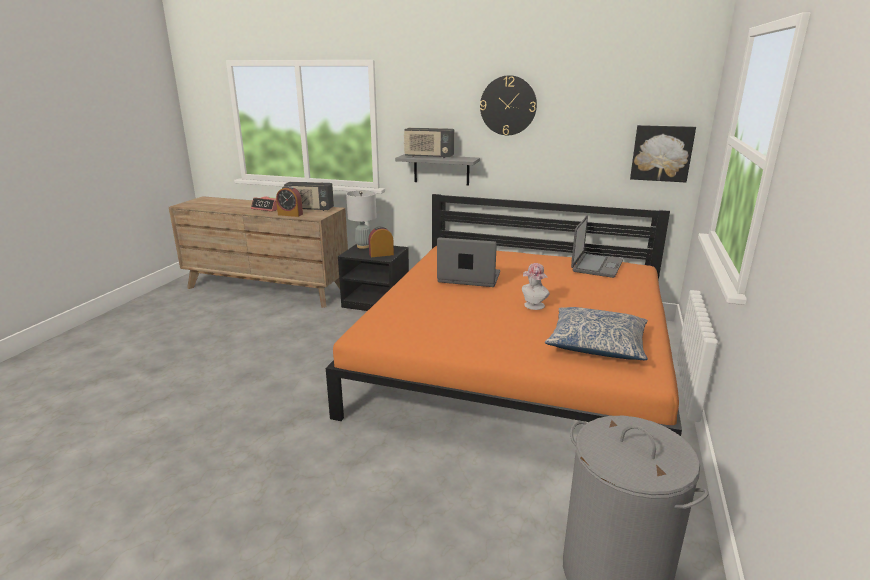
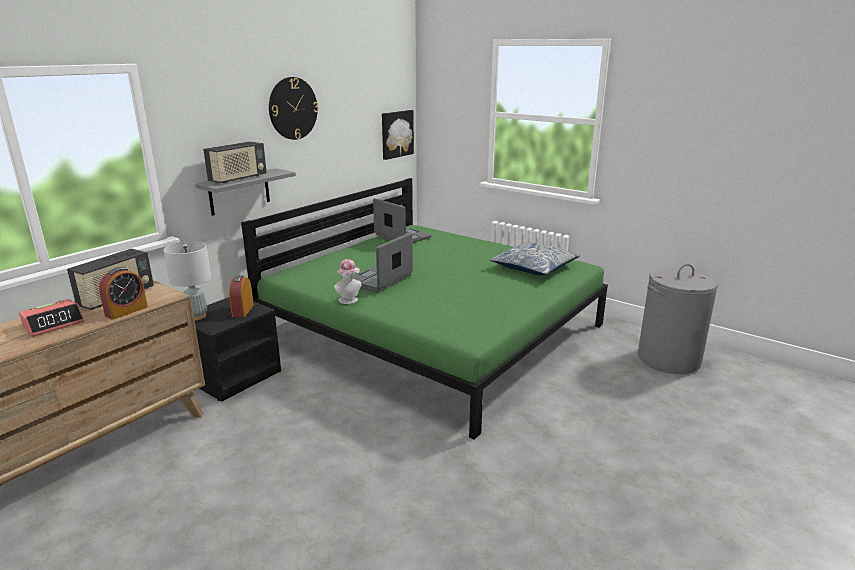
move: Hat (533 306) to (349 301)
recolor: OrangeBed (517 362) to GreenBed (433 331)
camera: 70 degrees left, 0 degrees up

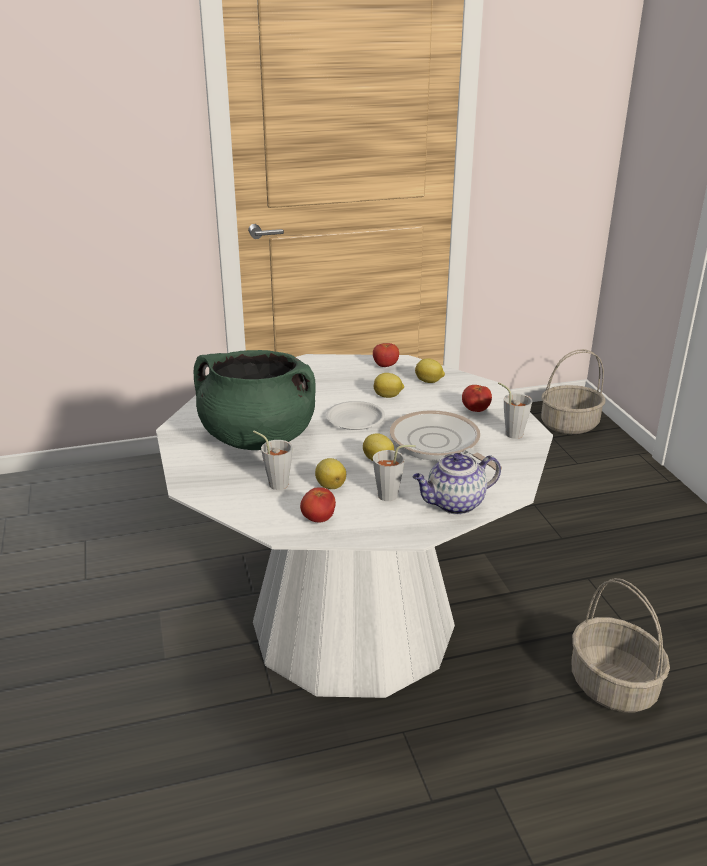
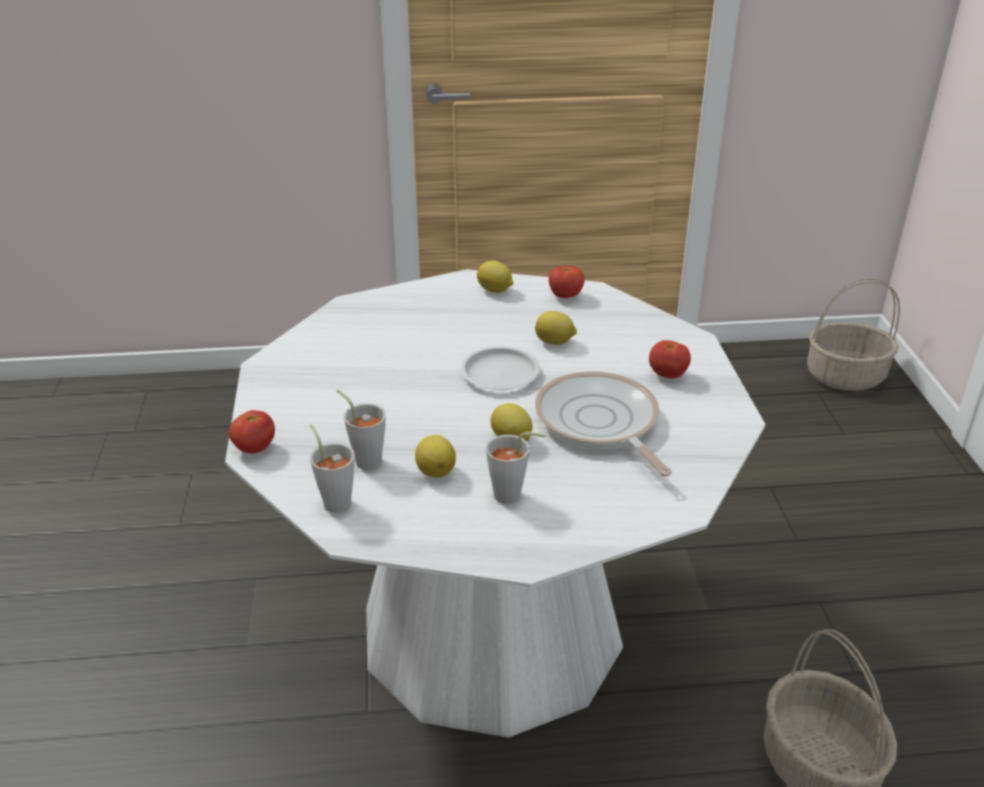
delete: GreenCookingPot (257 438); Teapot (454 504)
move: Tomato (318 519) to (254 449); Lemon (429 381) to (495 290); GreyCup (511 432) to (335 499)
camera: 10 degrees right, 5 degrees up

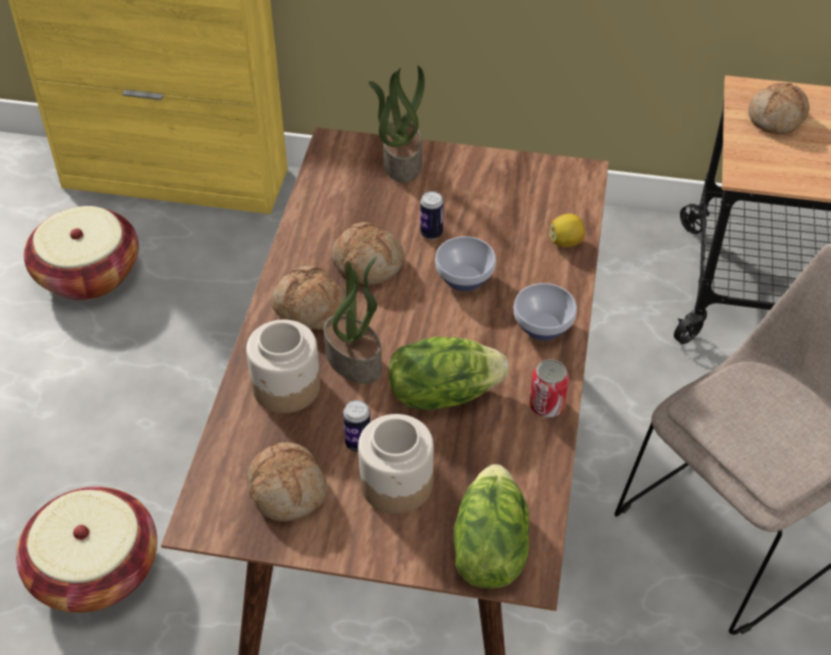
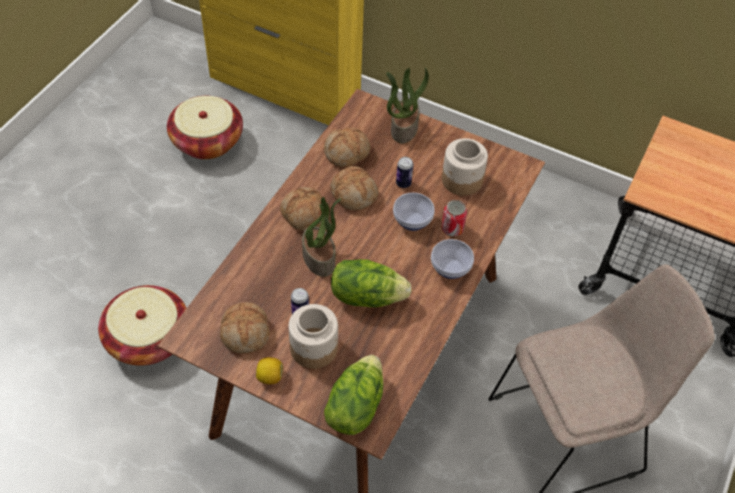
move: Jar (286 387) to (462 180); Can (547 405) to (452 228); Lemon (566 242) to (270 377); Bread (777 118) to (347 153)
camera: 15 degrees right, 5 degrees up

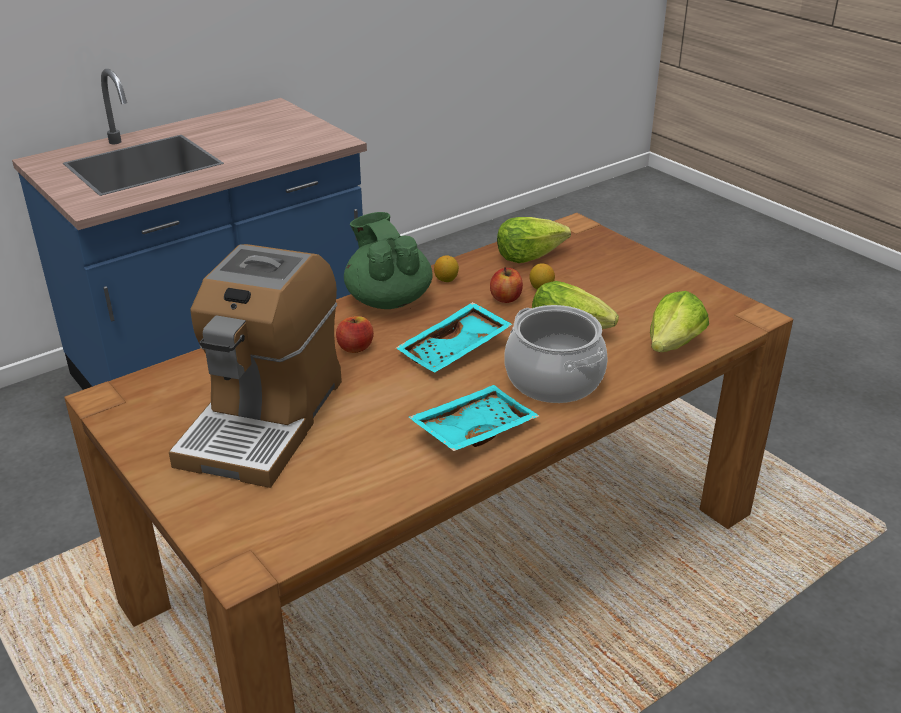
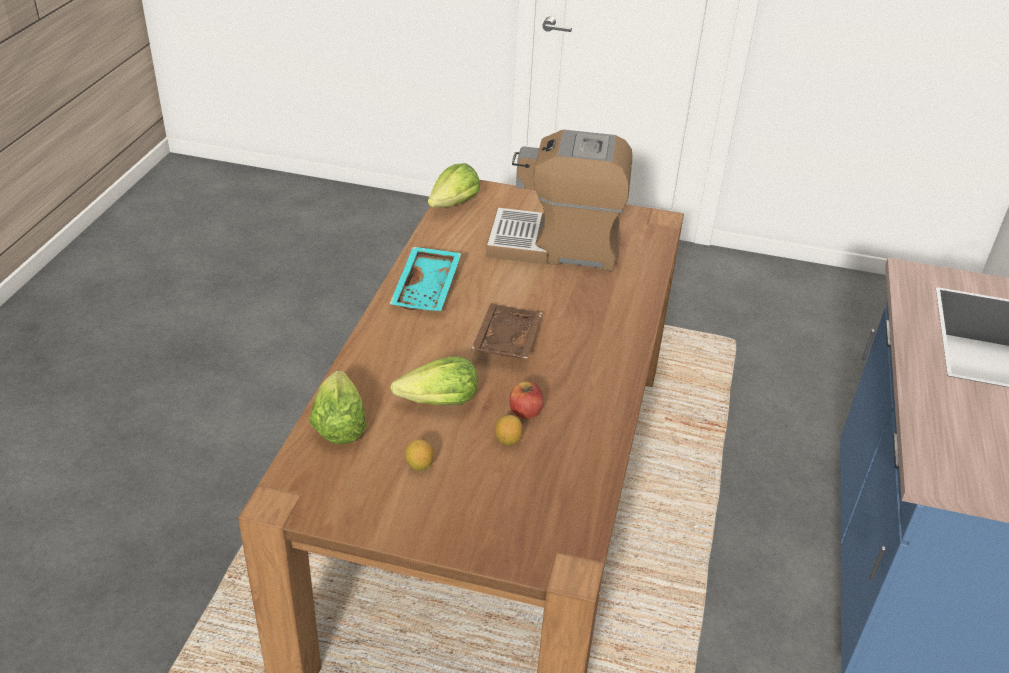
delete: Apple (355 347); GreenTeapot (388 299); CookingPot (554 379)
move: Lemon (446 280) to (419 465); Lettuce (529 256) to (454 204)
recolor: TurquoiseTray (455 350) to BrownTray (505 341)
rotate: CoffeeMachine (264 420) = (557 245) 60 degrees counterclockwise
camera: 140 degrees right, 5 degrees up

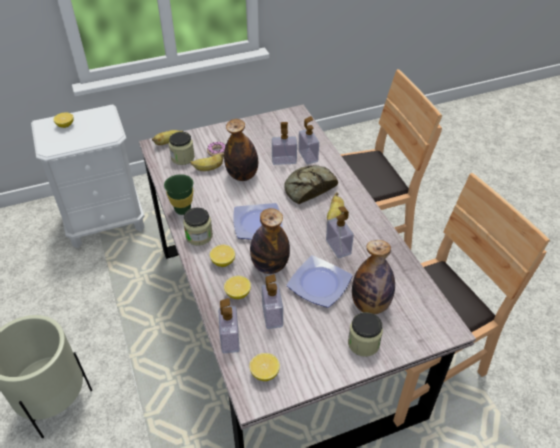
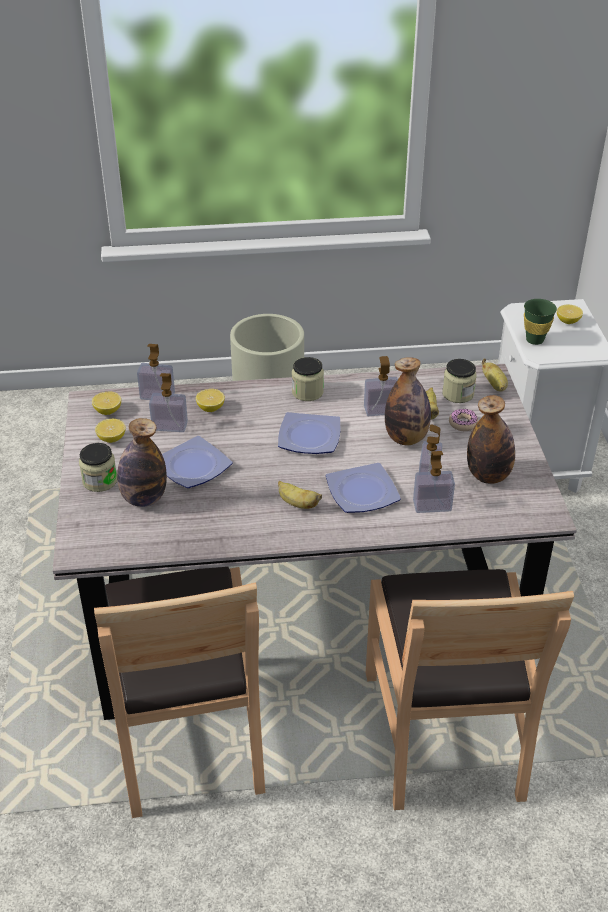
move: GreenCup (182 209) to (534 340); Lemon (223 262) to (112 439); Bottle (270 266) to (488 475); SoapDispenser (338 247) to (381 410)
replace: Bread (308 188) to Plate (361 492)
camera: 105 degrees right, 5 degrees down

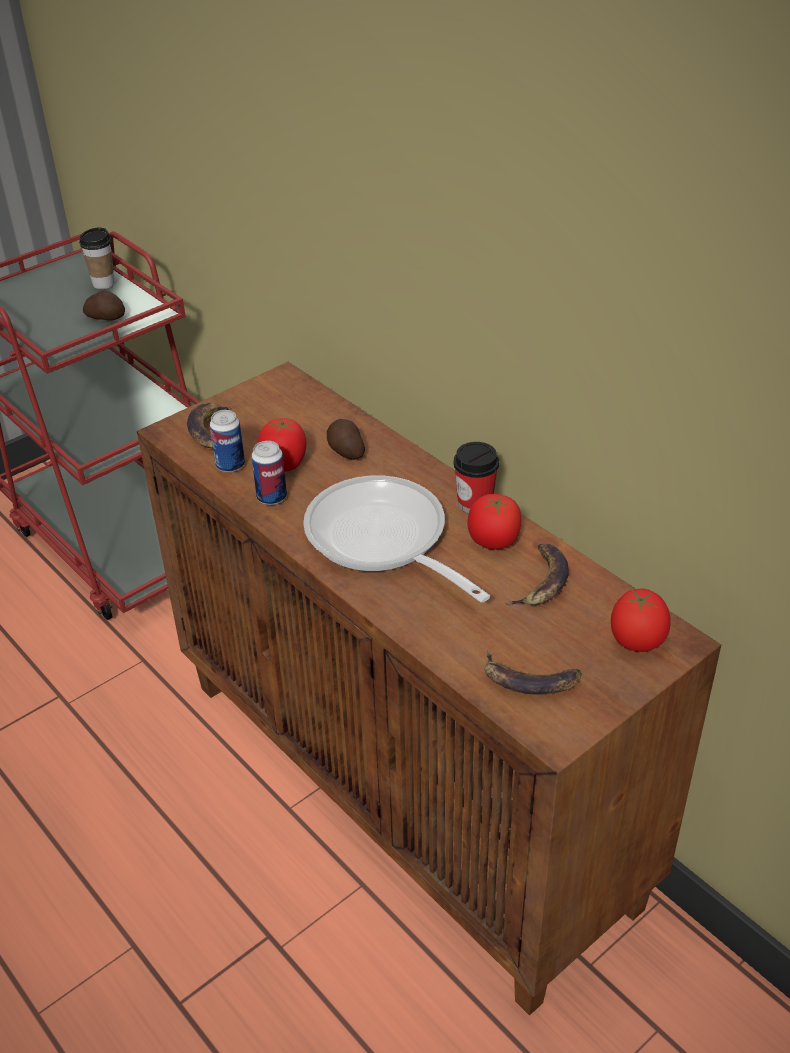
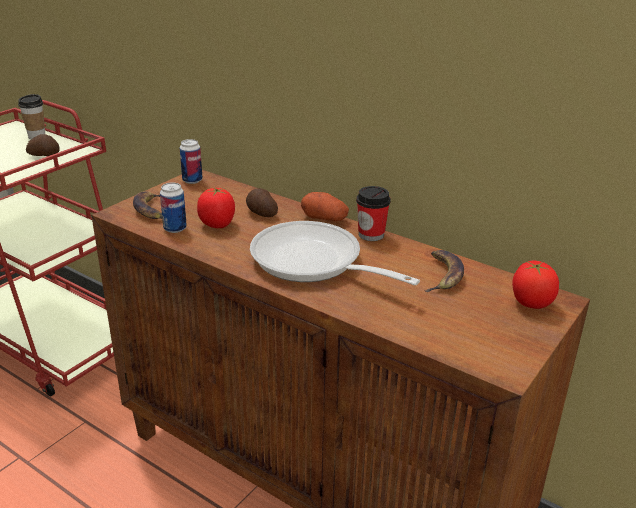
delete: Tomato (493 541); Banana (530 680)
insert: Potato (324 218)
move: Can (271 497) to (192 180)
camera: 15 degrees left, 10 degrees down

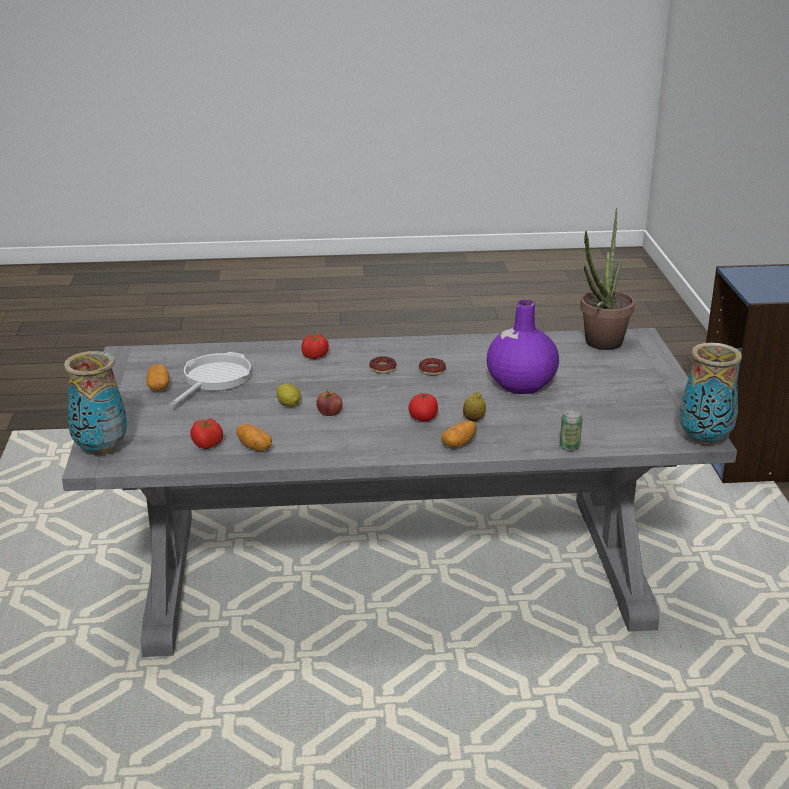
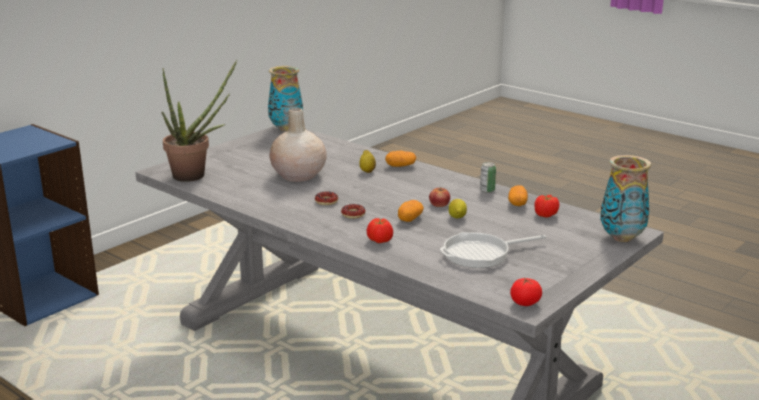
move: Potato (158 386) to (410 219); Tomato (423 418) to (525 303); Can (569 447) to (487 190)
recolor: PurpleVase (521 384) to BeigeVase (298 176)
camera: 135 degrees left, 5 degrees down

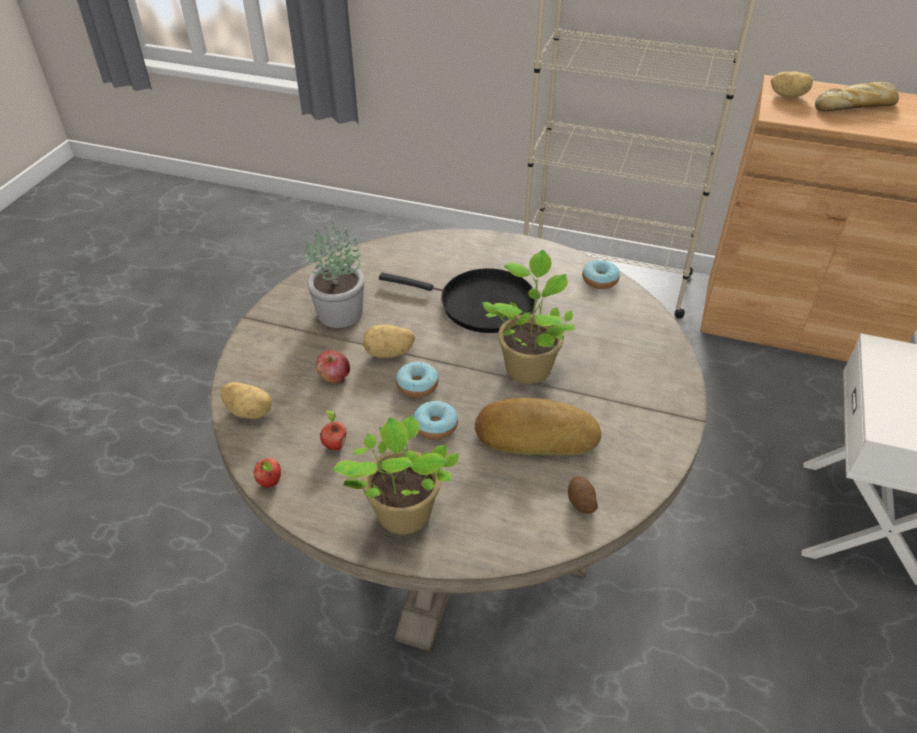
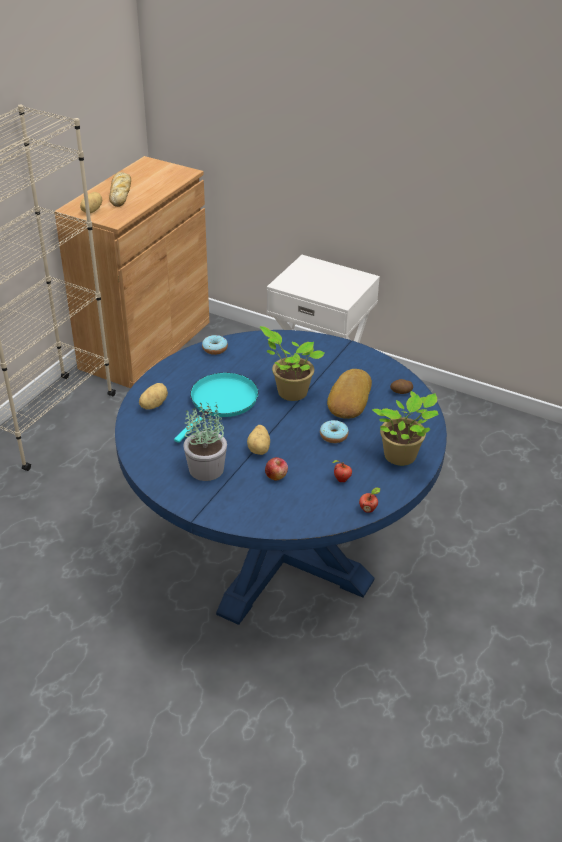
delete: Donut (417 385)
move: Potato (249 411) to (153 405)
recolor: BeigeDiningTable (458 528) to BlueDiningTable (278 551); BlackFryingPan (480 305) to TurquoiseFryingPan (221 402)
camera: 80 degrees left, 5 degrees down

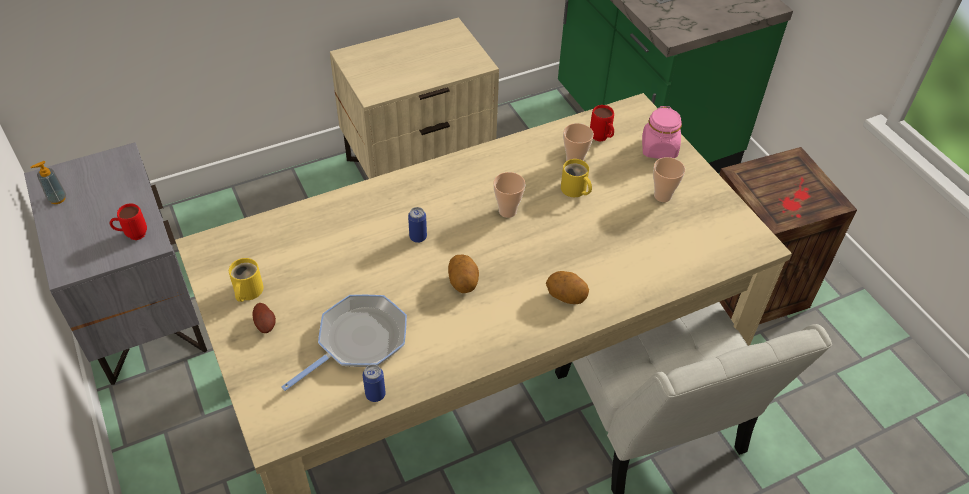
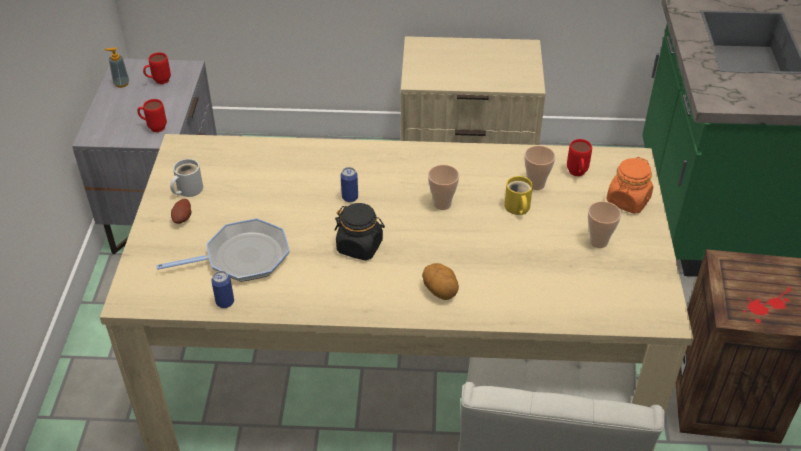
insert: RedMug (158 82)
replace: Potato (463 283) to BlackJar (360 246)
recolor: YellowMug (247 291) to WhiteMug (187 189); PinkJar (659 149) to OrangeJar (628 201)
camera: 30 degrees right, 5 degrees down

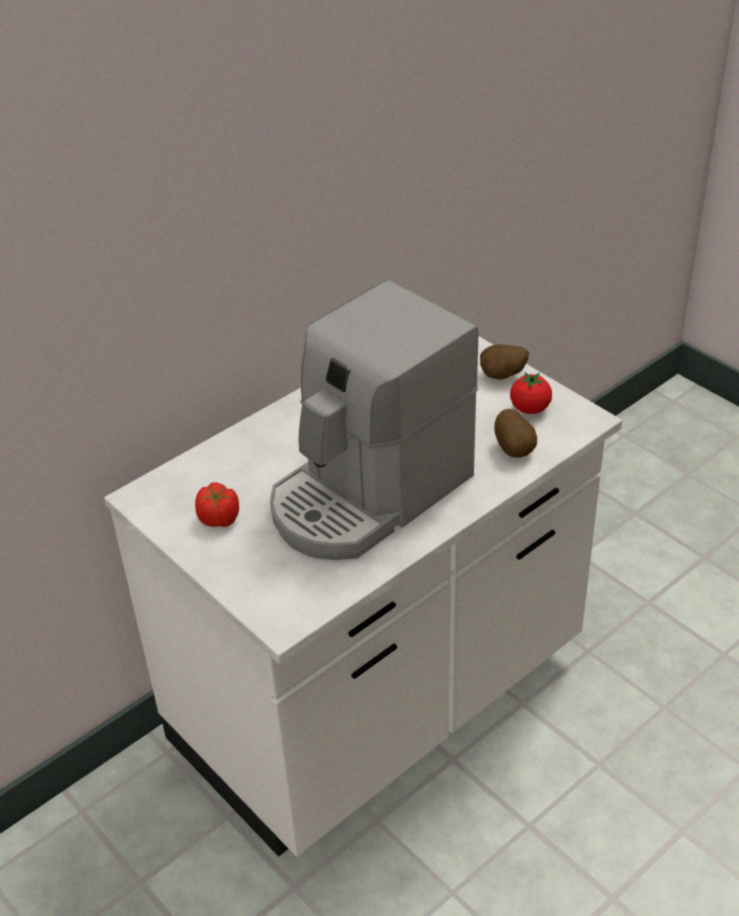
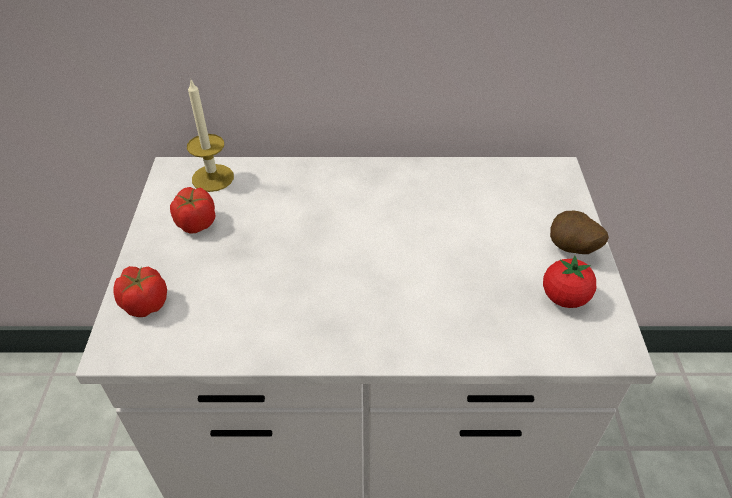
delete: CoffeeMachine (368 495); Potato (515 449)
insert: Tomato (145 303); Candle (212 178)
camera: 40 degrees right, 5 degrees up

